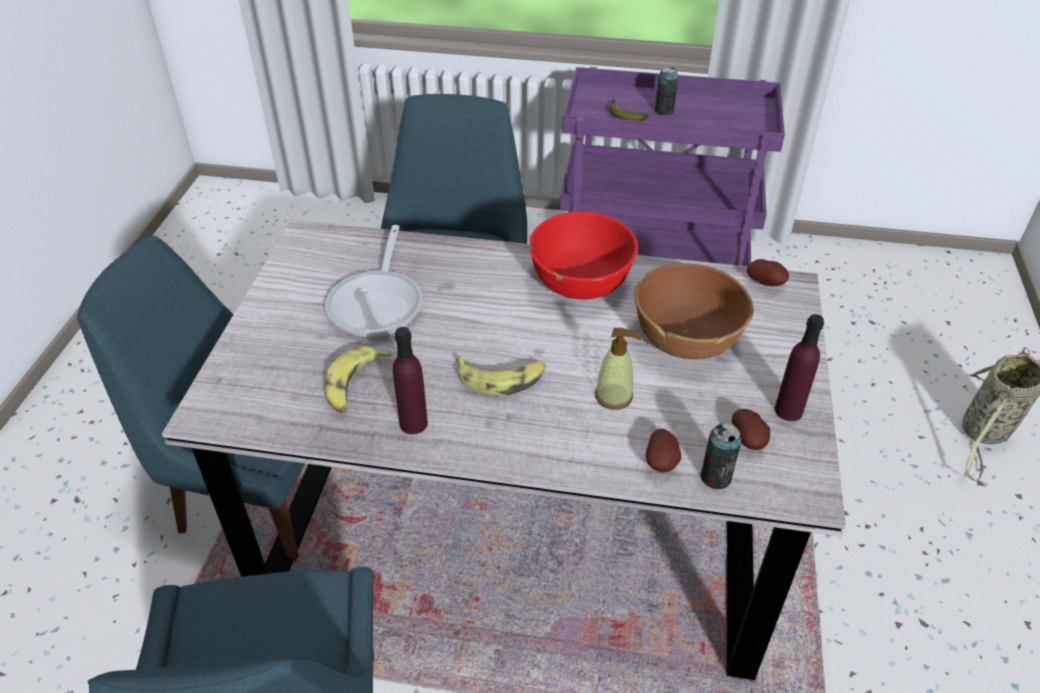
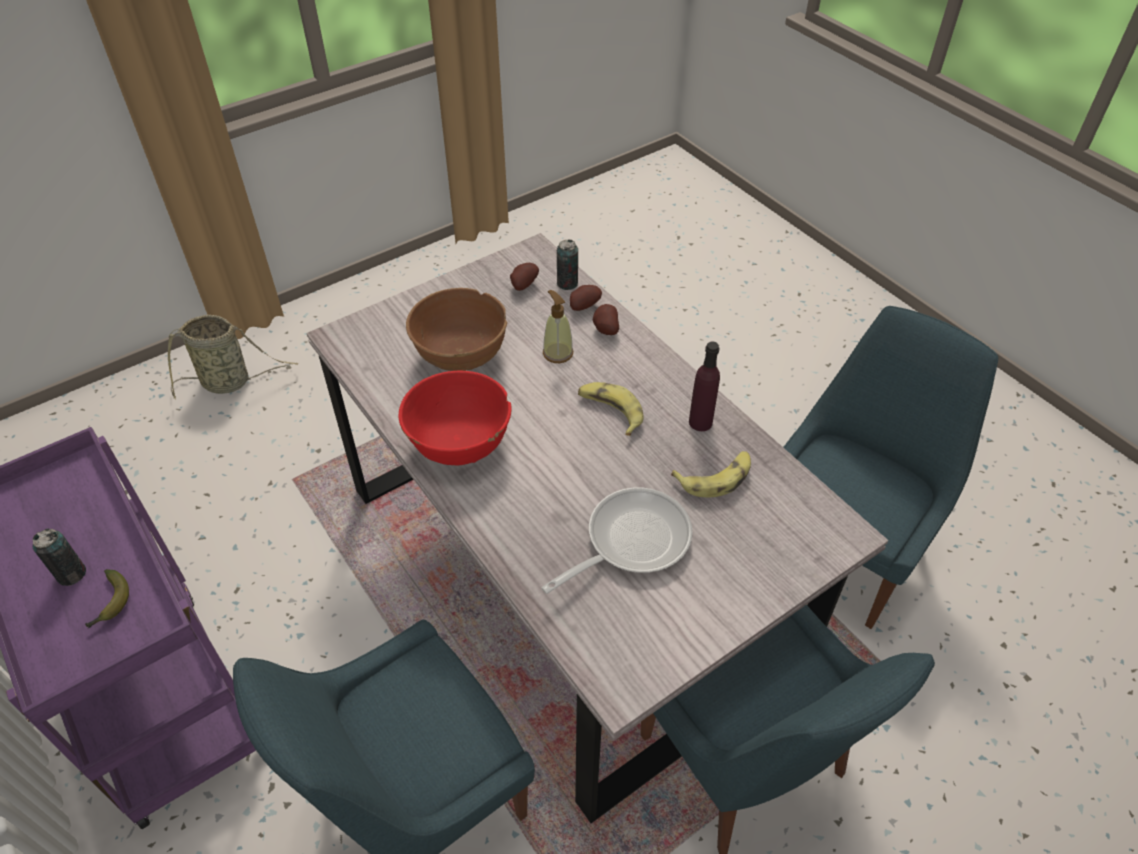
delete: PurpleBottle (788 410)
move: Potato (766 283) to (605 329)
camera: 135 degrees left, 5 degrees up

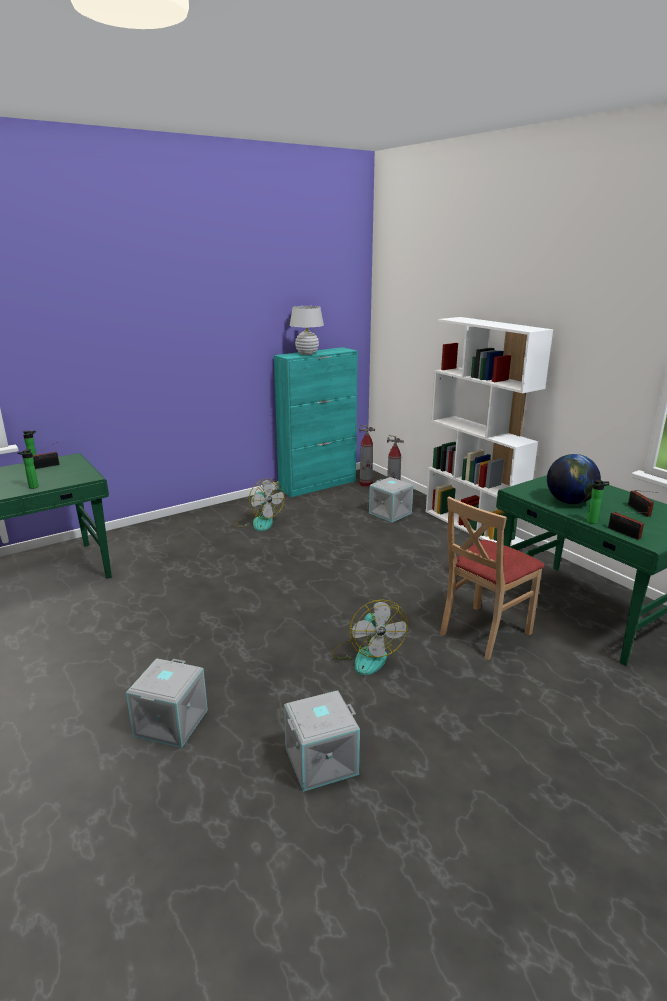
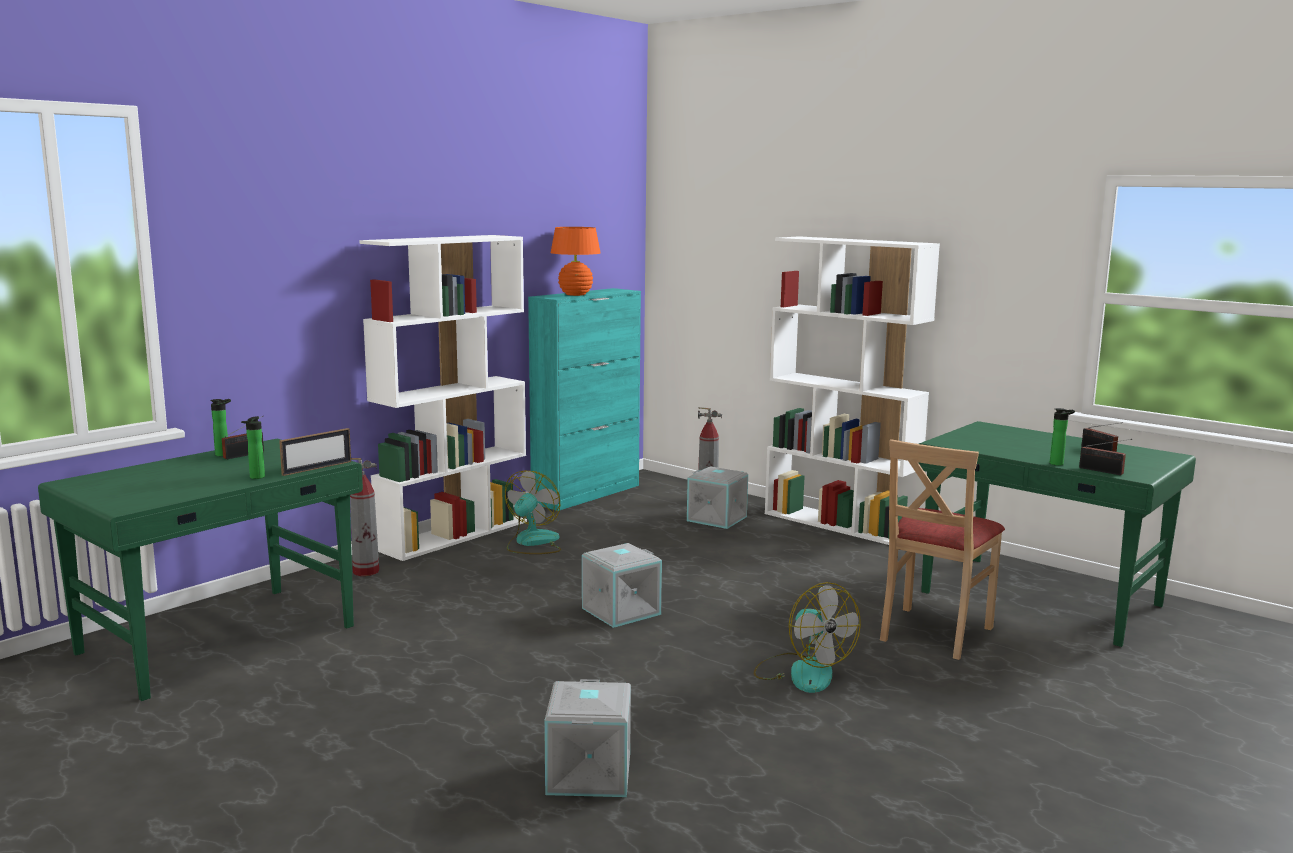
delete: Globe (569 502)
insert: PictureFrame (317 468); WhiteBookcase (453 535)
move: GreyStorageBox (321 760) to (620 610); FireExtinguisher (366 484) to (366 571)
recolor: WhiteTableLamp (307 354) to OrangeTableLamp (575 294)
rotate: Fan (259 522) = (532 543) 105 degrees counterclockwise
camera: 15 degrees left, 10 degrees down

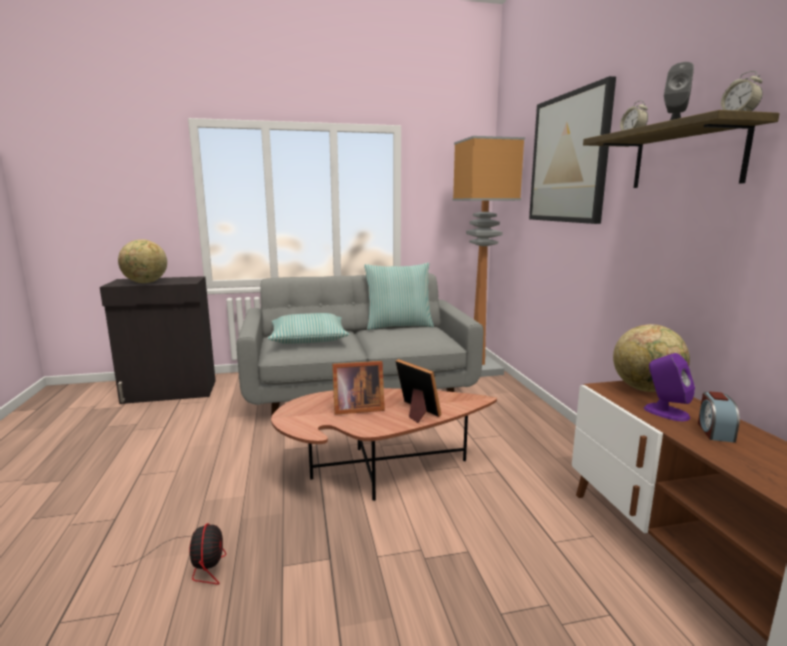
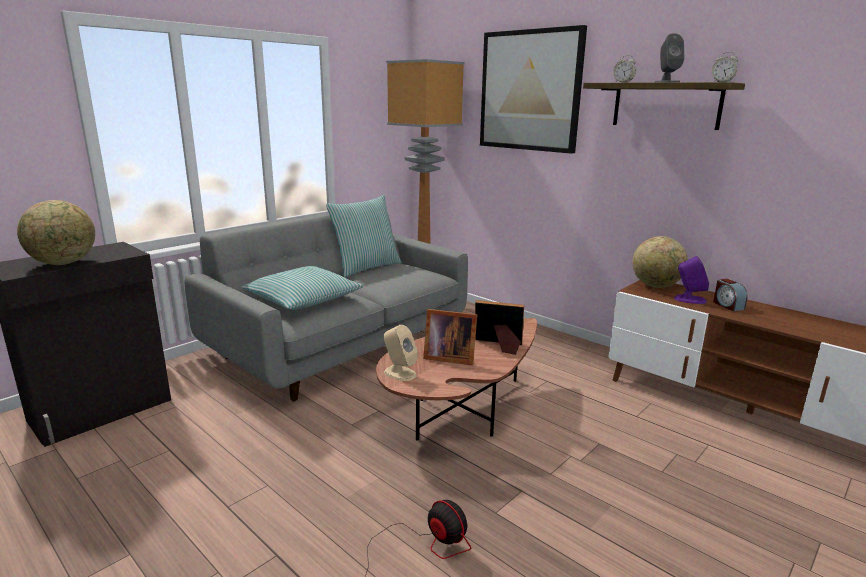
insert: BeigeSpeaker (399 373)
rotate: PictureFrame (356 408) = (448 357) 60 degrees clockwise
camera: 35 degrees left, 5 degrees up

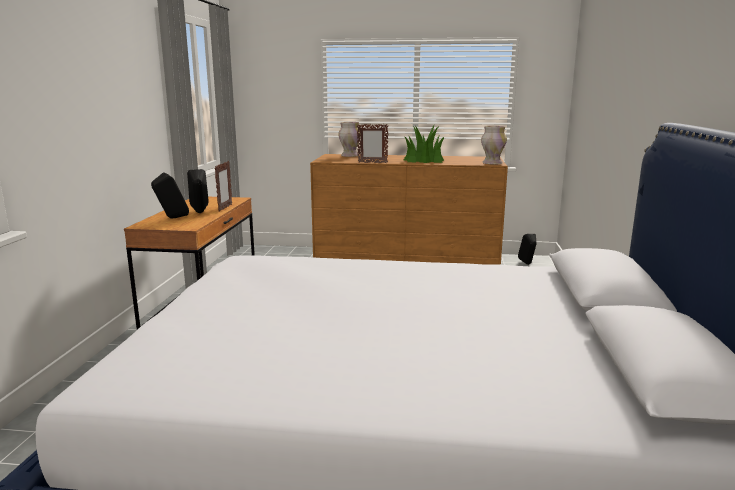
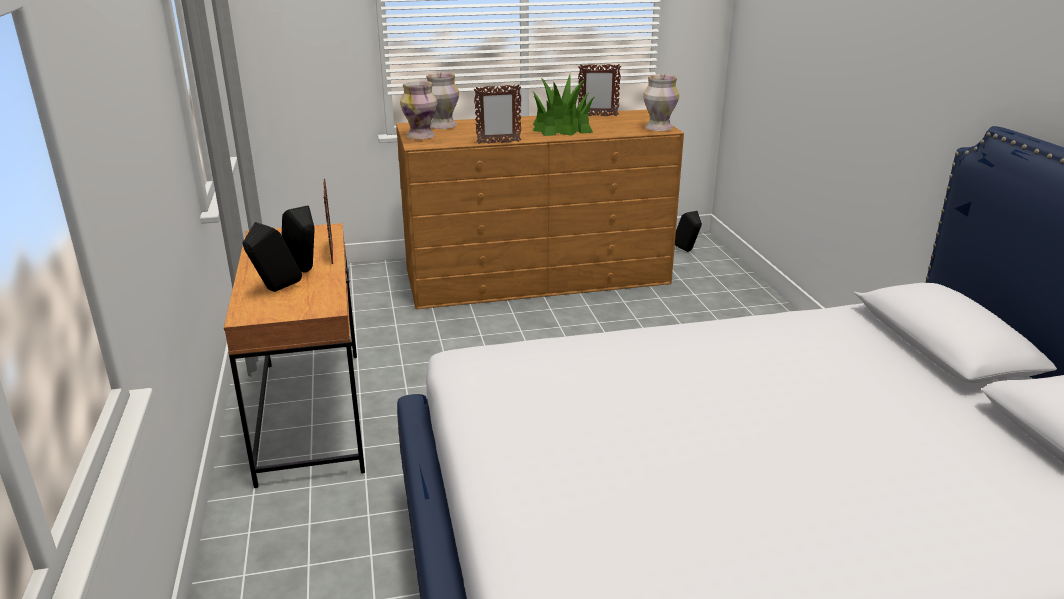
insert: Vase (421 136); PictureFrame (597 116)
camera: 20 degrees left, 10 degrees up

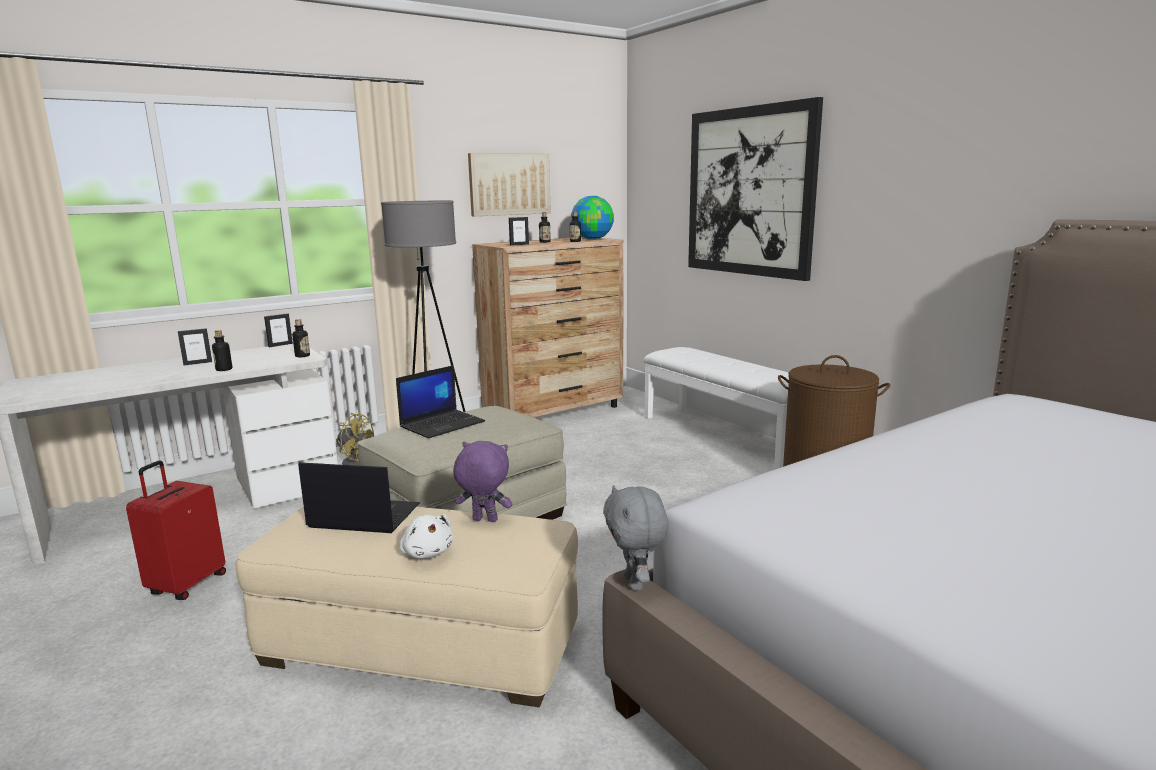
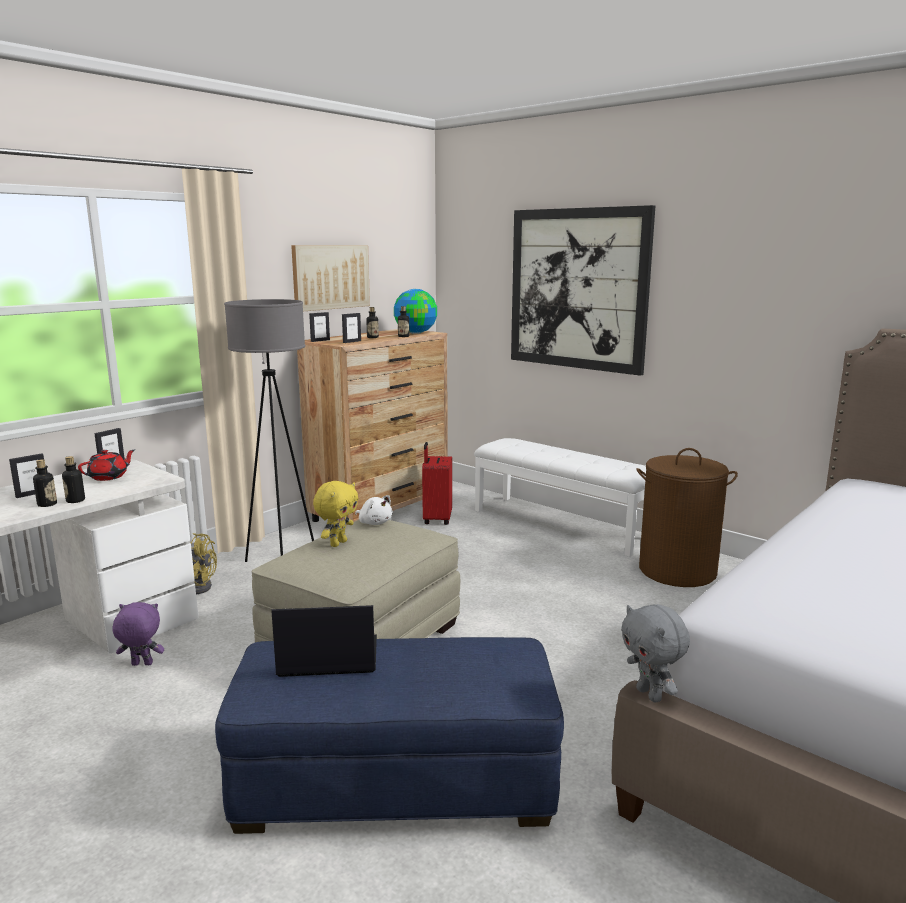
insert: RedTeapot (109 477); PictureFrame (320 340)
move: RedSuitcase (186 585) to (436 519); Bottle (302 356) to (47 504); WhitePlushToy (427 552) to (374 523); PurplePlushToy (484 521) to (141 665)
replace: Laptop (442 424) to YellowPlushToy (337 543)
recolor: BeigeOttoman (421 646) to BlueOttoman (395 783)
camera: 15 degrees left, 0 degrees up

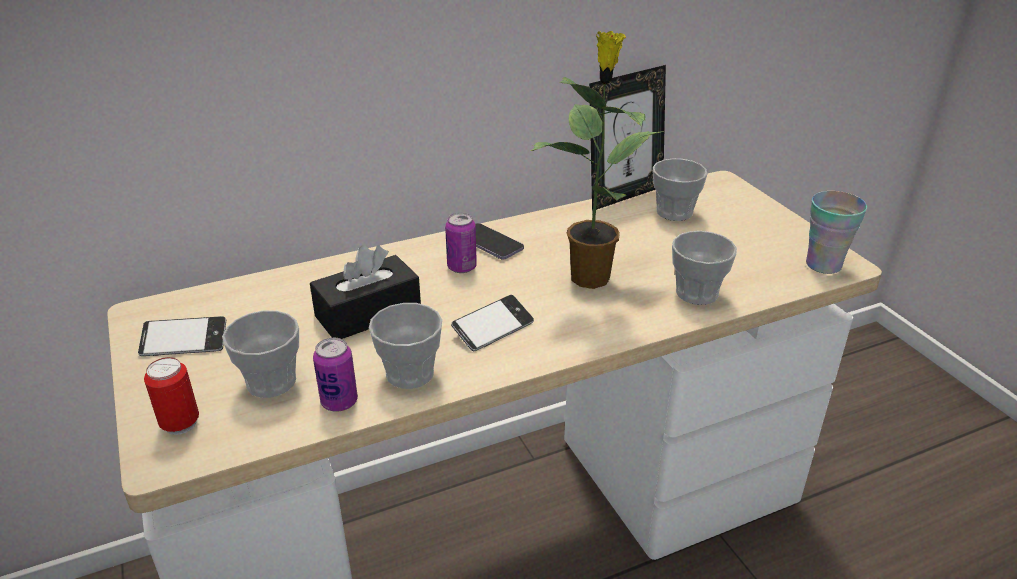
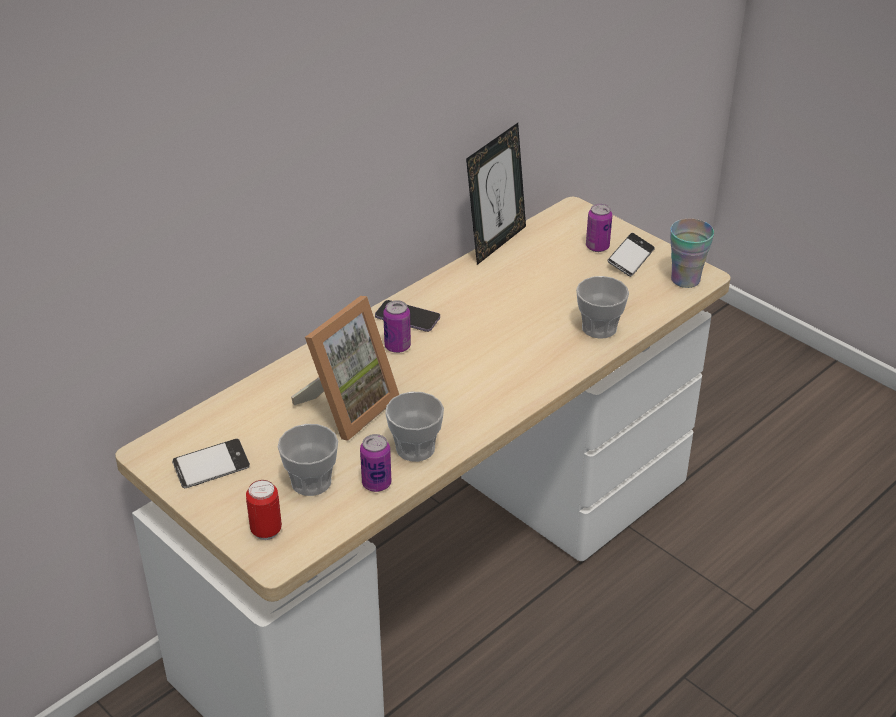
delete: PottedPlant (590 276); Cup (674 212)
insert: Can (597 247)
move: Phone (493 328) to (630 259)
replace: BlackTissueBox (368 313) to PictureFrame (347 407)
camera: 20 degrees left, 5 degrees up

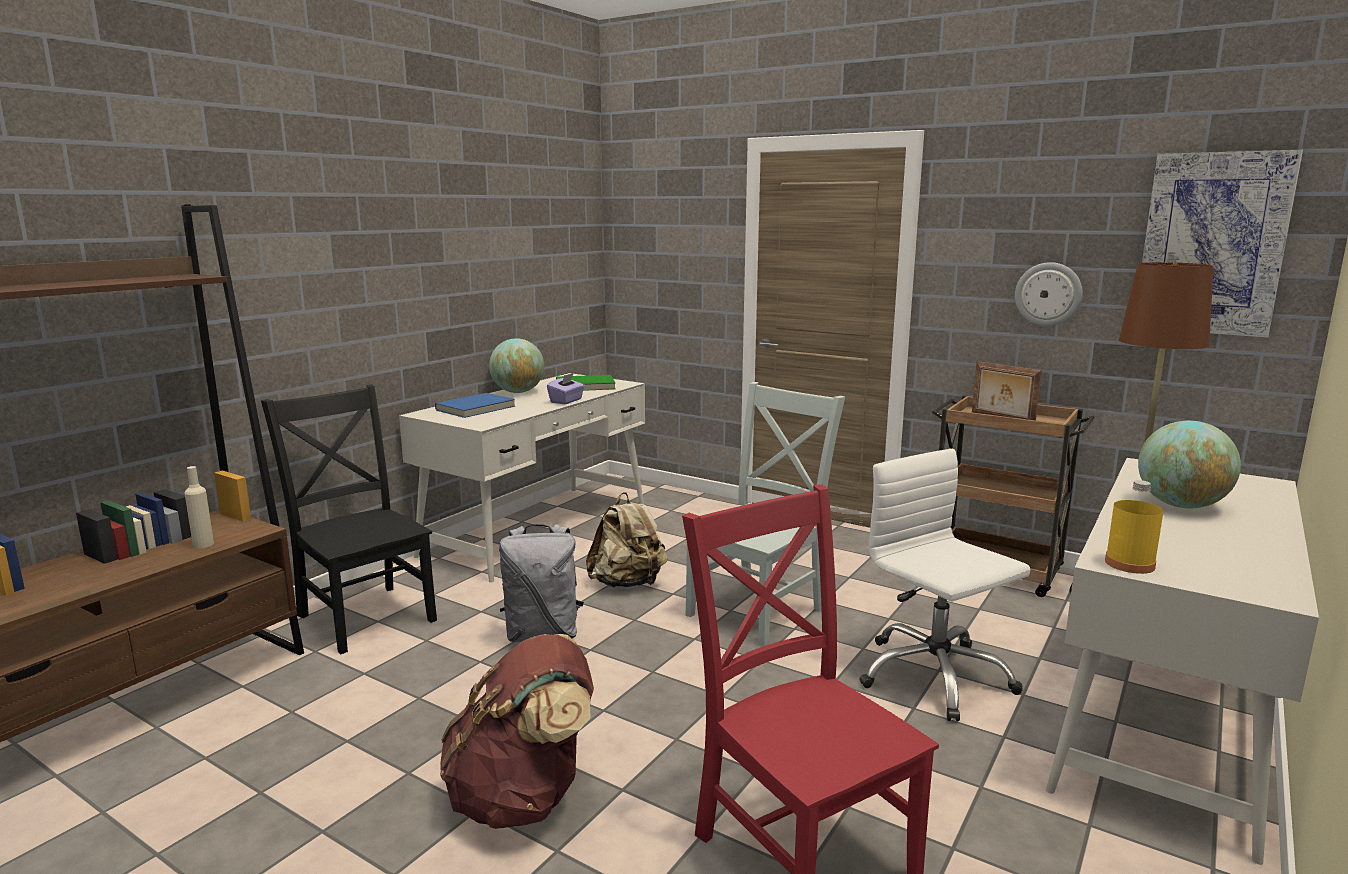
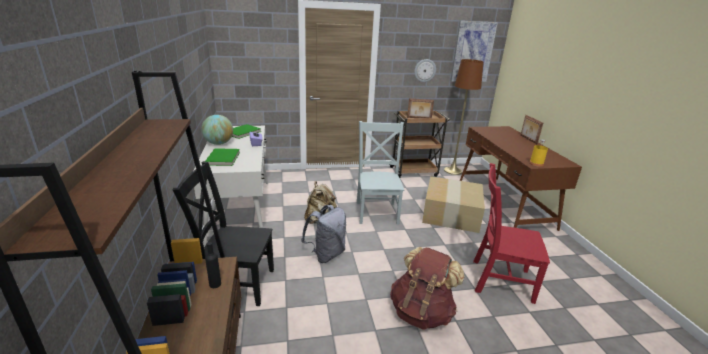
delete: Globe (1181 505)
insert: PictureFrame (528 139)
replace: WhiteOfficeChair (934 676) to CardboardBox (450 213)
recolor: BeigeBottle (203 544) to BlackBottle (215 284); BlueBook (476 408) to GreenBook (223 158); WhiteDesk (1163 718) to BrownDesk (503 203)
camera: 45 degrees left, 10 degrees up

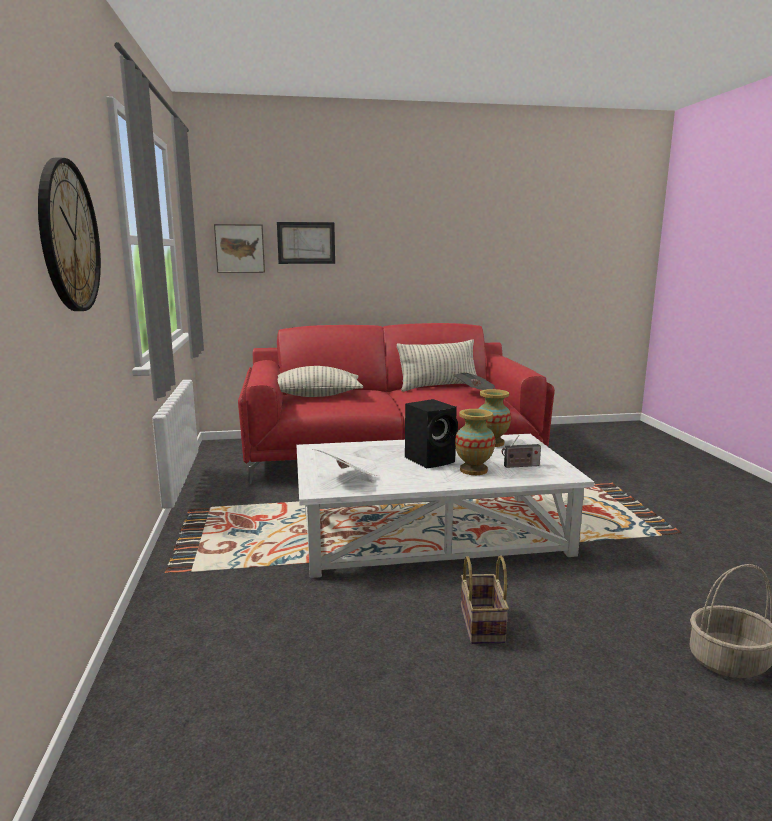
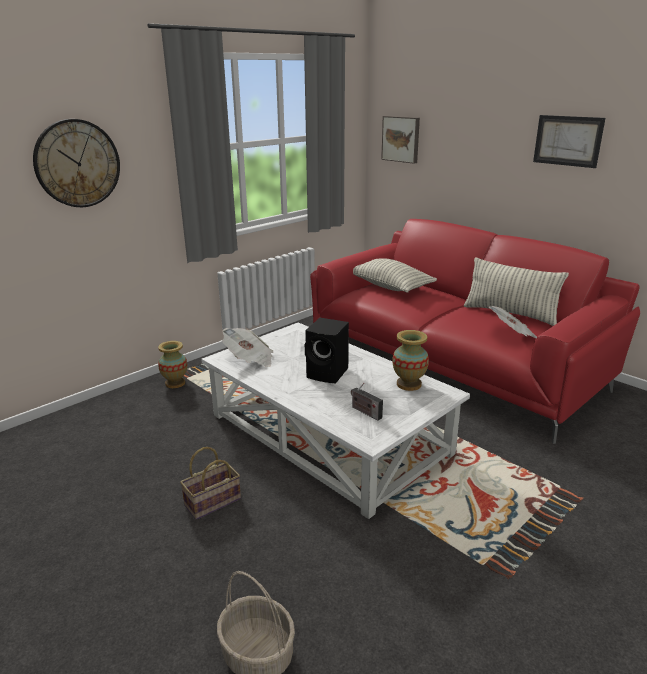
move: Picture (306 243) to (568 141); Vase (473 470) to (175 383)
camera: 55 degrees right, 10 degrees up

